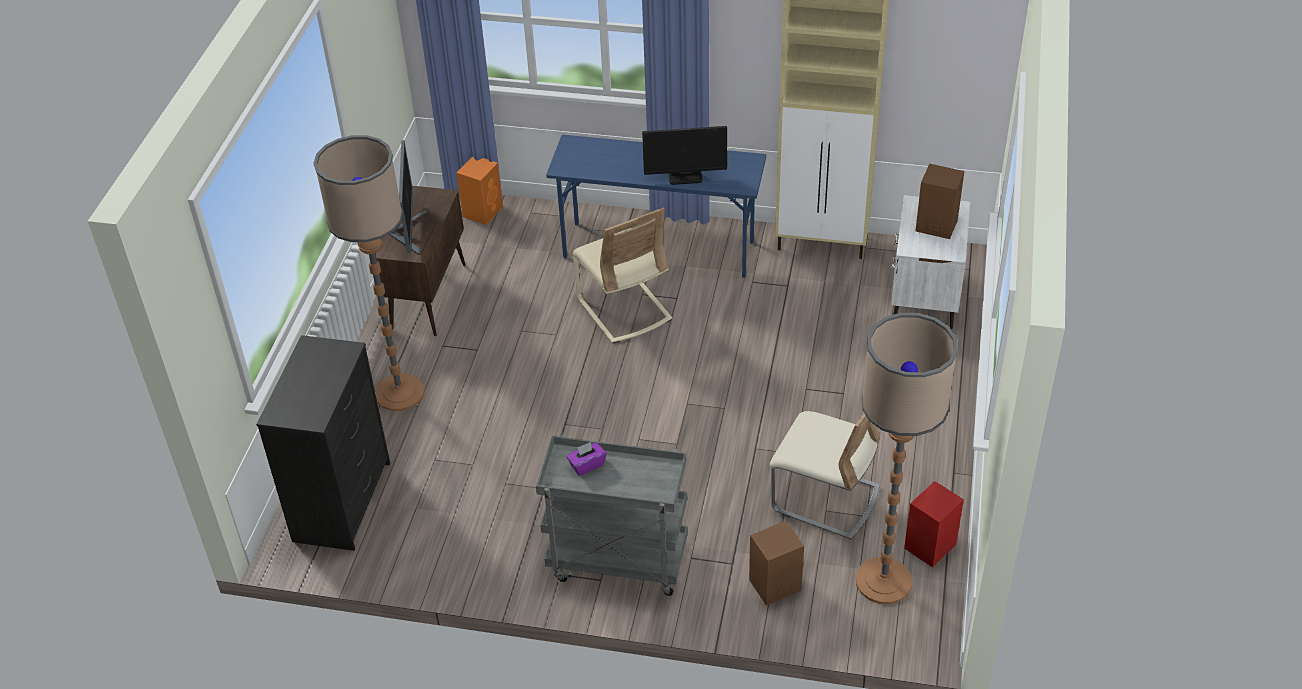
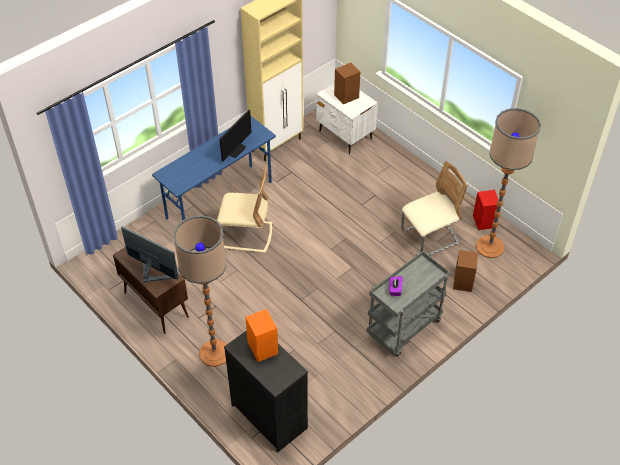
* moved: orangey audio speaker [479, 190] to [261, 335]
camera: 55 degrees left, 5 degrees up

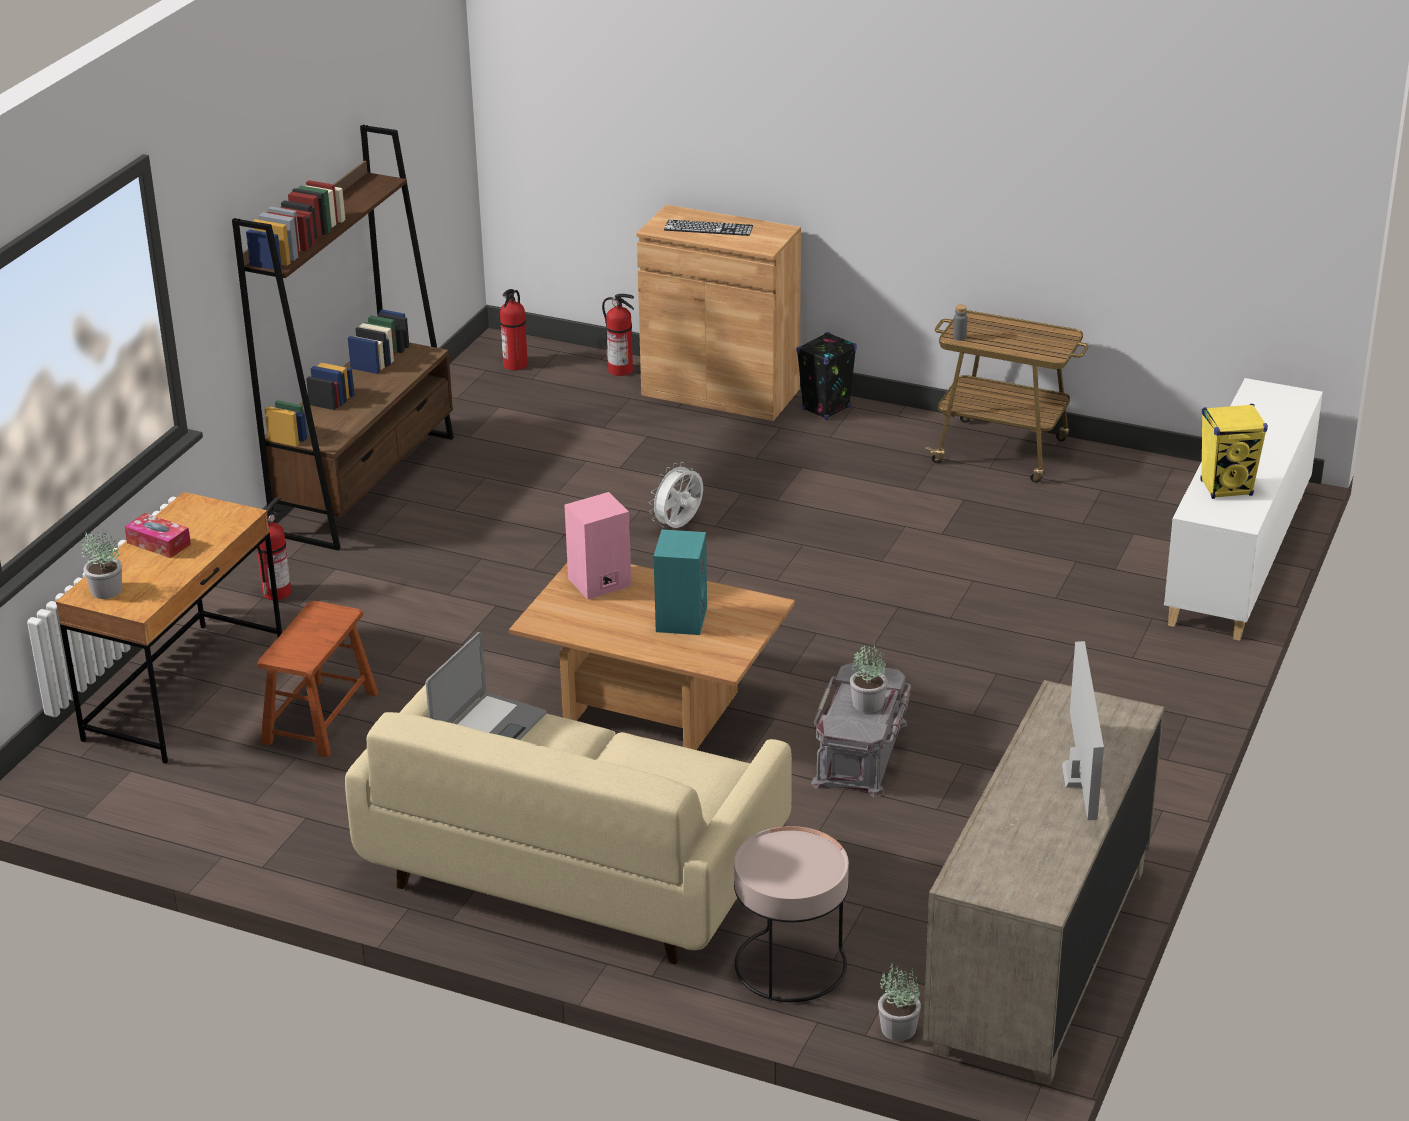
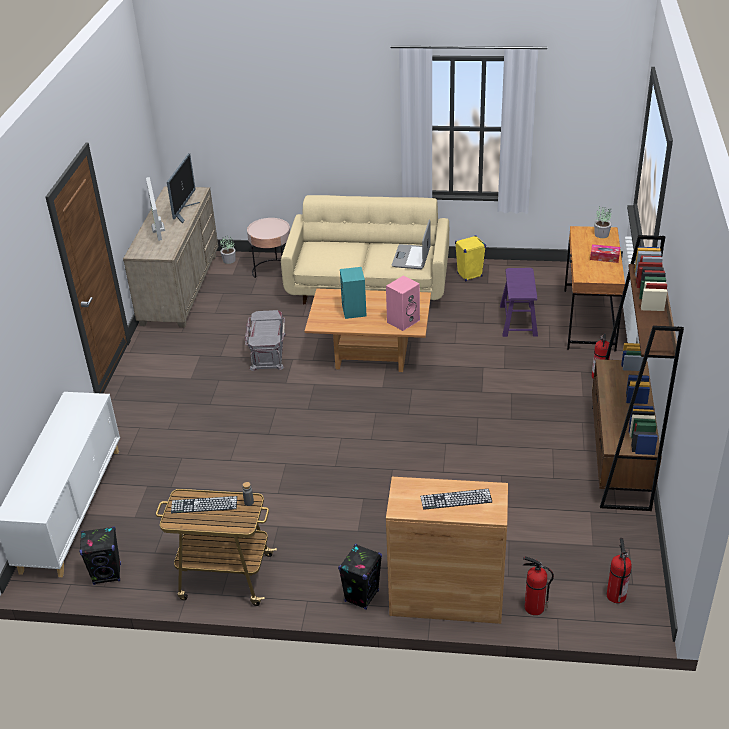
* removed: whitish electric fan [676, 495]
* removed: plant in a pot [868, 677]
* added: blackish audio speaker [100, 556]
* added: monitor [183, 188]
* added: keyboard [204, 504]
* moved: yellow audio speaker [1234, 451] to [470, 258]
* recoloured: brownish stool seat [318, 679] to purplish stool seat [519, 302]
camera: 165 degrees right, 5 degrees up

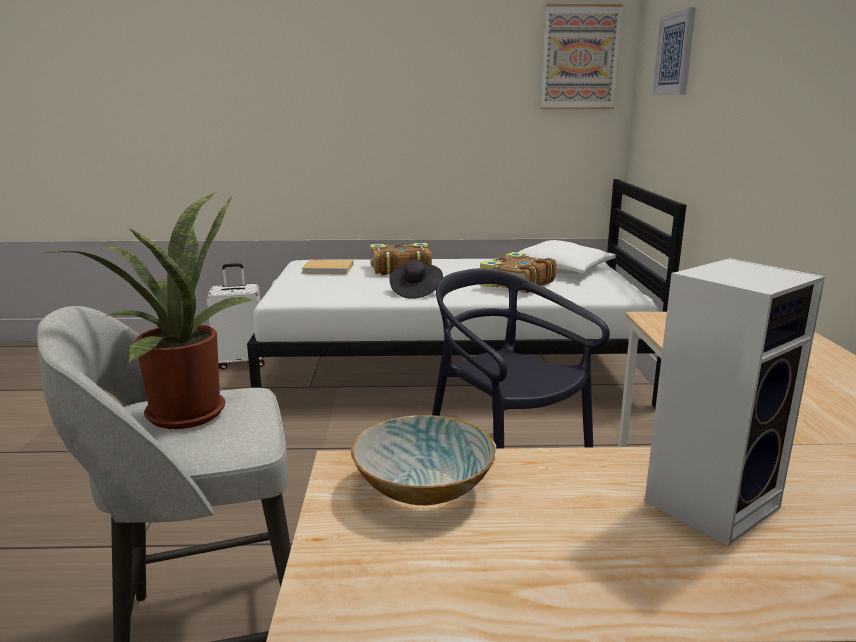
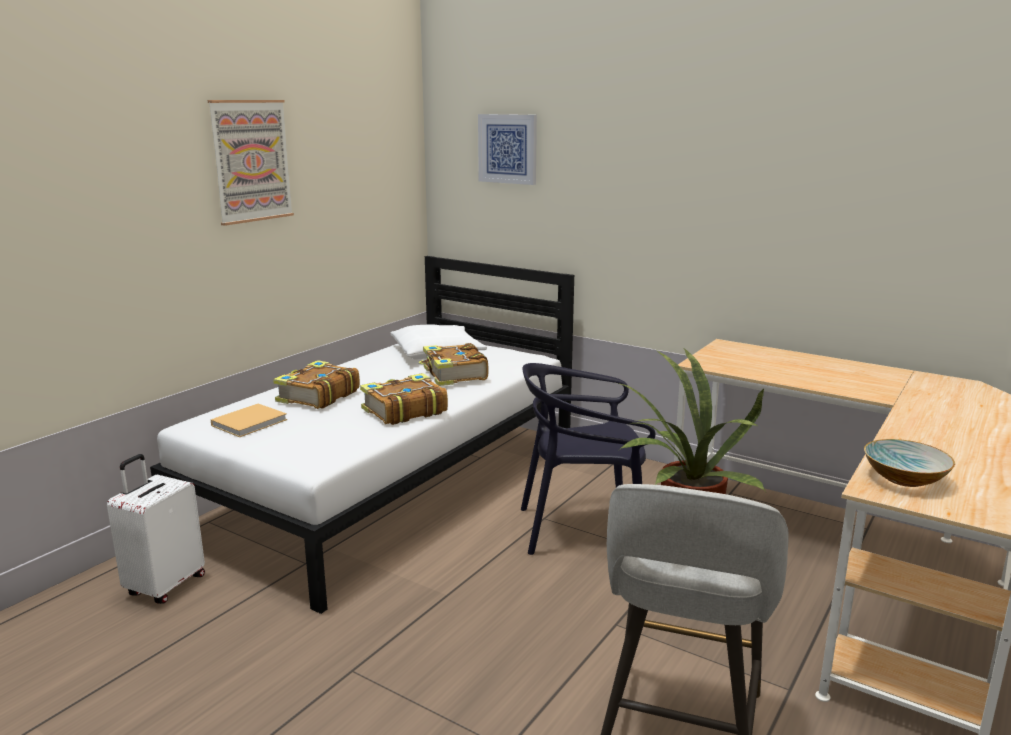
* removed: audio speaker [735, 402]
* moved: wall picture [581, 56] to [251, 163]
* replaced: blackish wearable hat [416, 279] to book [404, 399]
camera: 55 degrees left, 0 degrees up

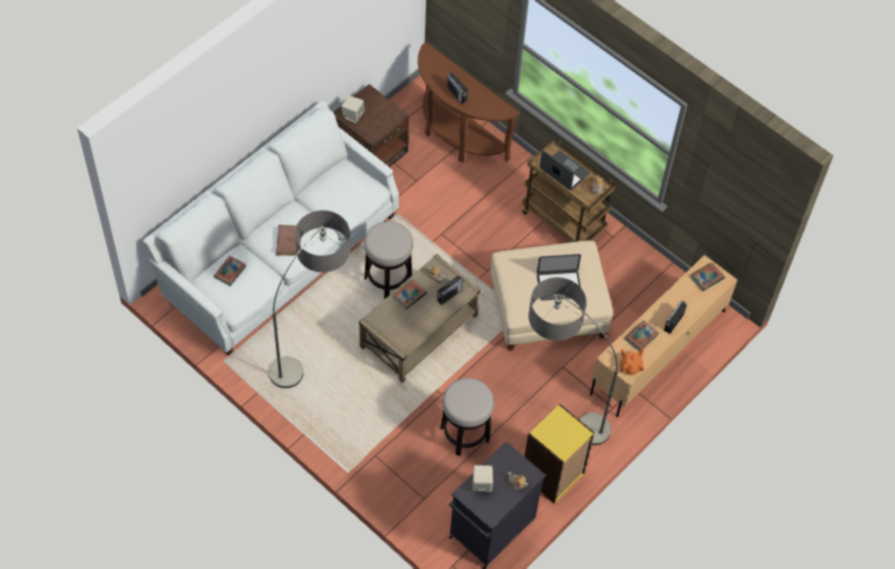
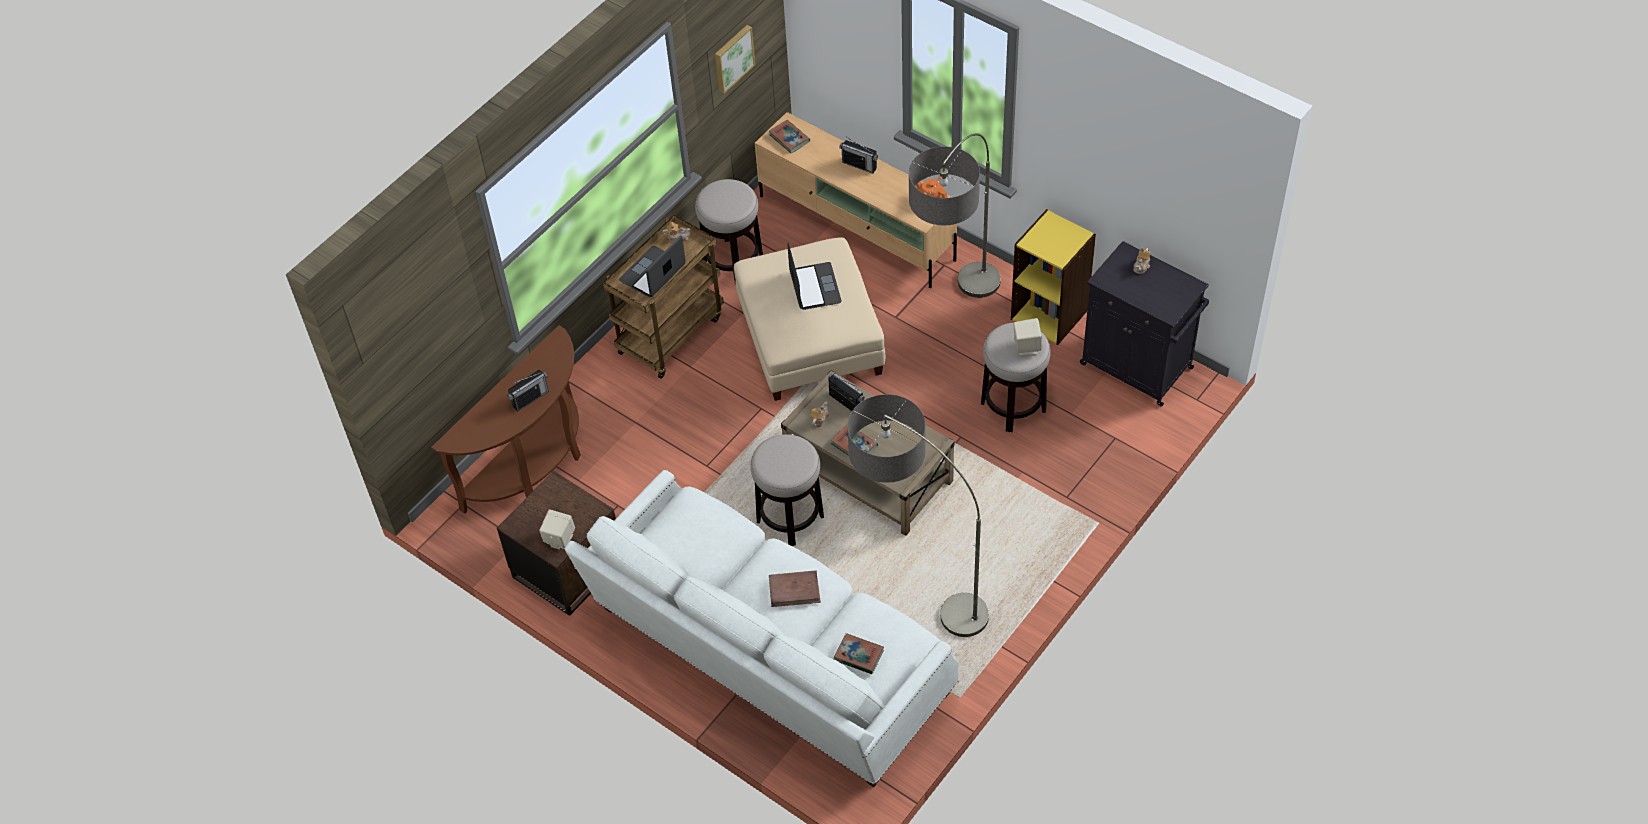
* removed: book [642, 336]
* added: stool seat [729, 232]
* added: wall picture [735, 59]
* moved: beige audio speaker [482, 478] to [1027, 336]
camera: 90 degrees left, 5 degrees down

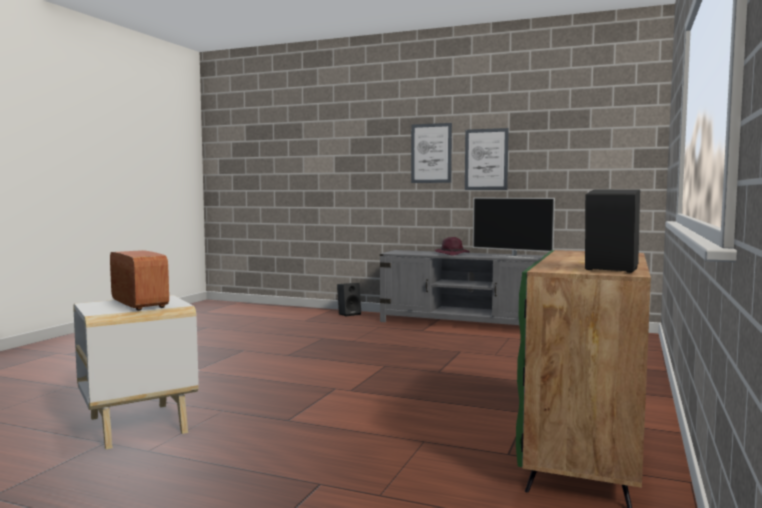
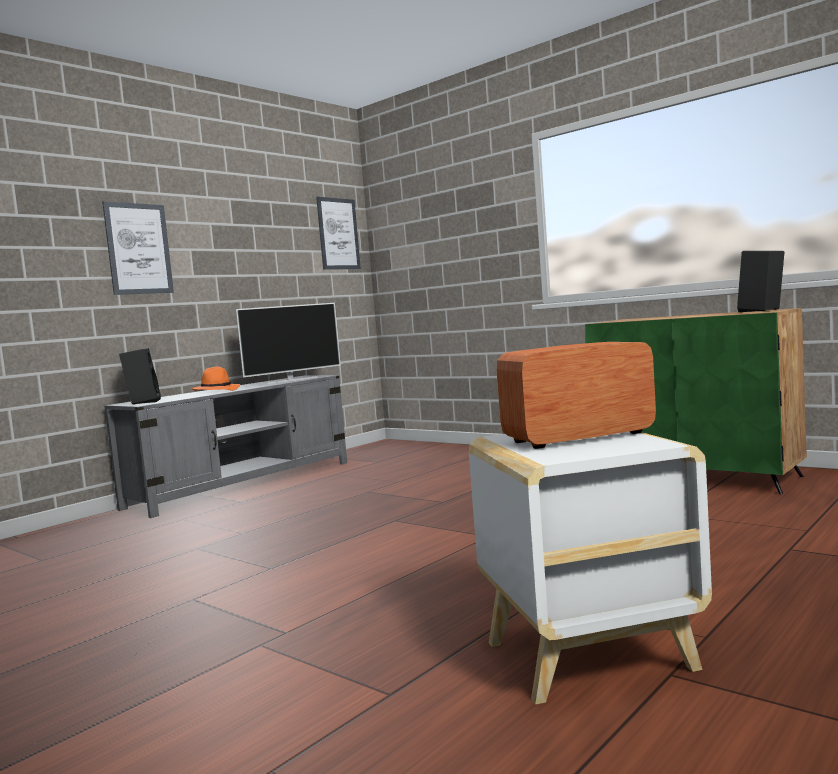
* moved: blackish audio speaker [349, 300] to [140, 376]
* moved: wall picture [487, 159] to [338, 233]
* recoloured: purplish wearable hat [452, 246] to orangey wearable hat [215, 378]
camera: 70 degrees left, 0 degrees up

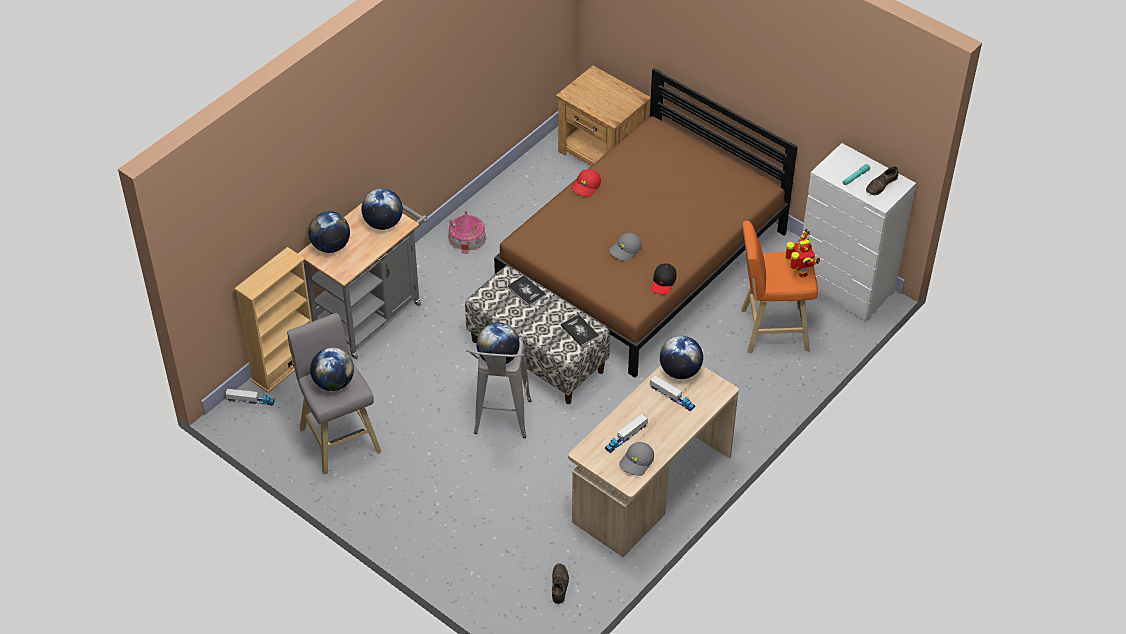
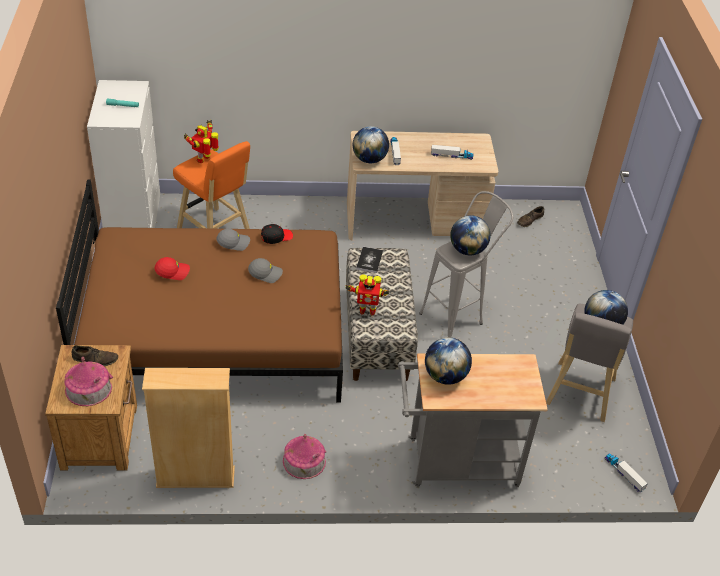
* removed: globe [329, 232]
* added: model house [88, 381]
* moved: beige shelving unit [273, 320] to [188, 428]
* moved: reddish baseball cap [586, 183] to [172, 268]
* moved: gray baseball cap [636, 459] to [233, 240]
* moved: brownish item of footwear [882, 180] to [95, 355]
* replaced: book [526, 291] to robot figure [367, 295]
camera: 135 degrees left, 5 degrees down

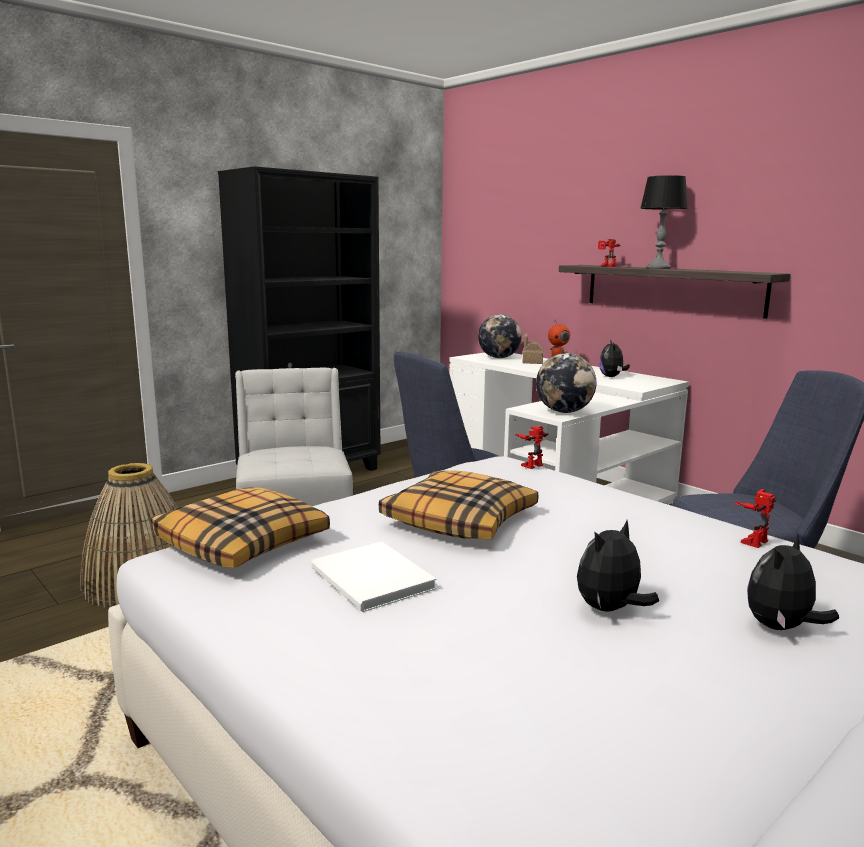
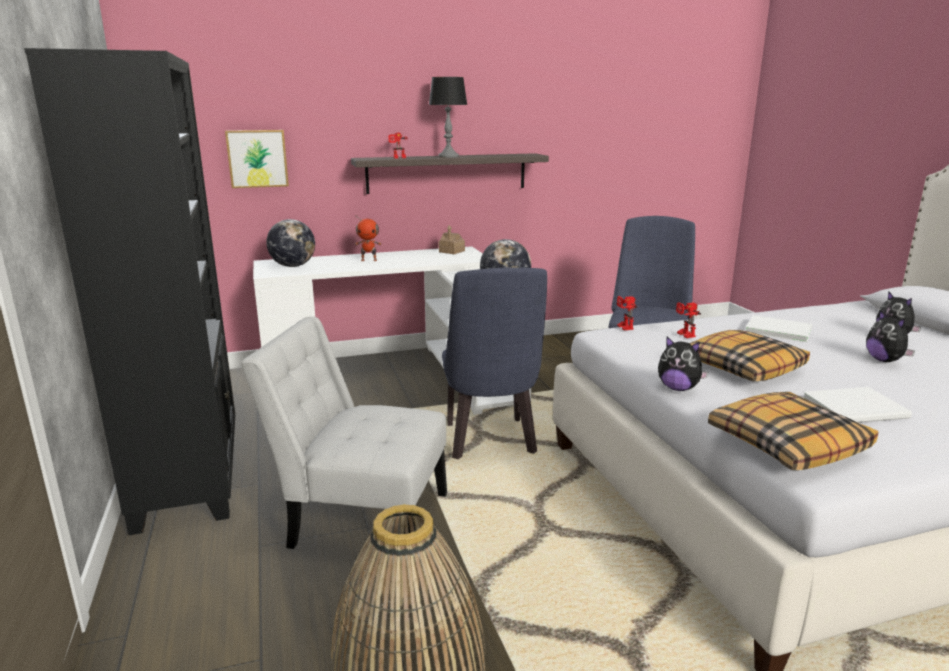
* added: wall picture [257, 159]
* added: whitish book [779, 328]
* moved: model house [533, 348] to [452, 239]
* moved: plush toy [614, 358] to [683, 364]
* moved: robot figure [755, 518] to [688, 320]
camera: 65 degrees left, 5 degrees up

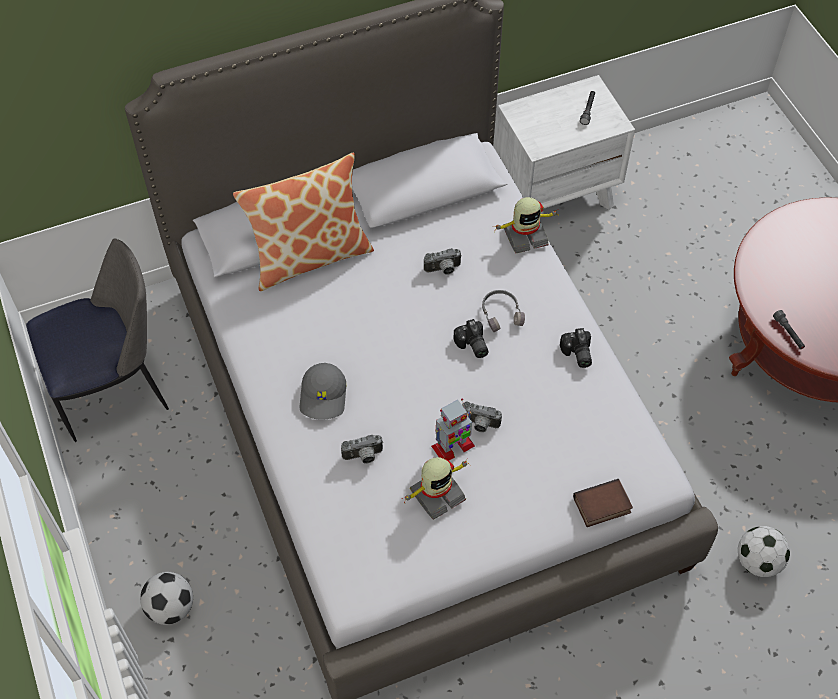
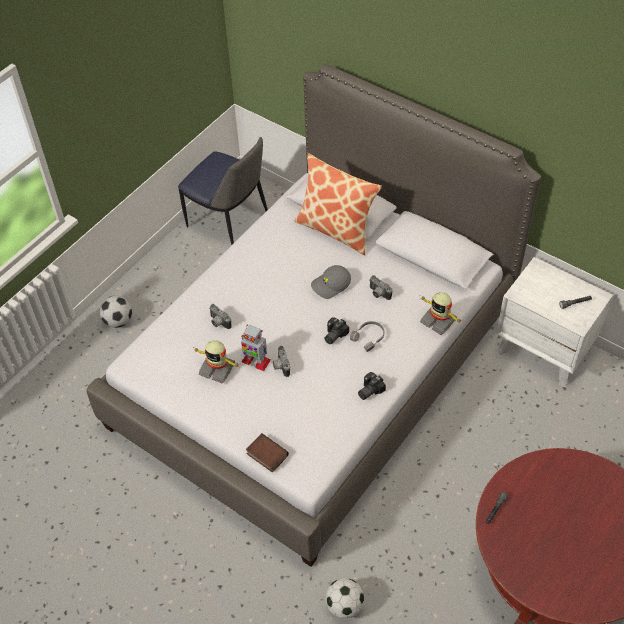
* moved: gray baseball cap [323, 391] to [331, 282]
camera: 60 degrees right, 5 degrees down

